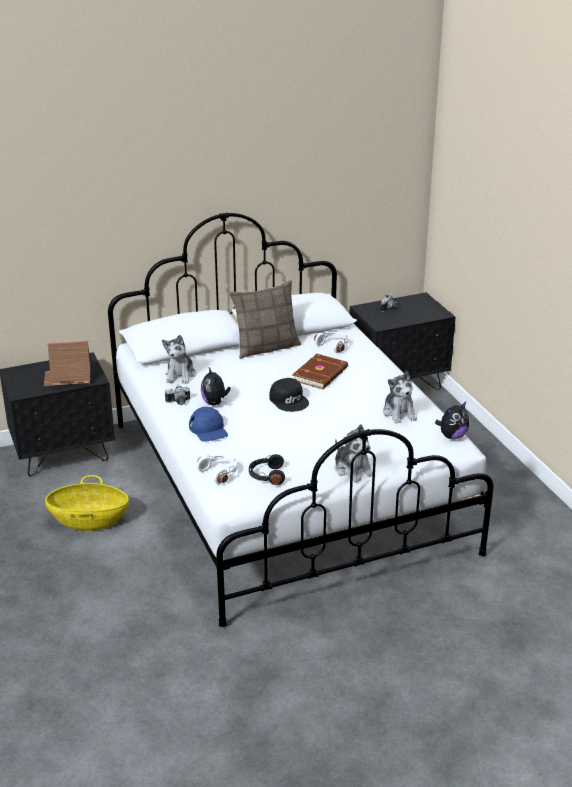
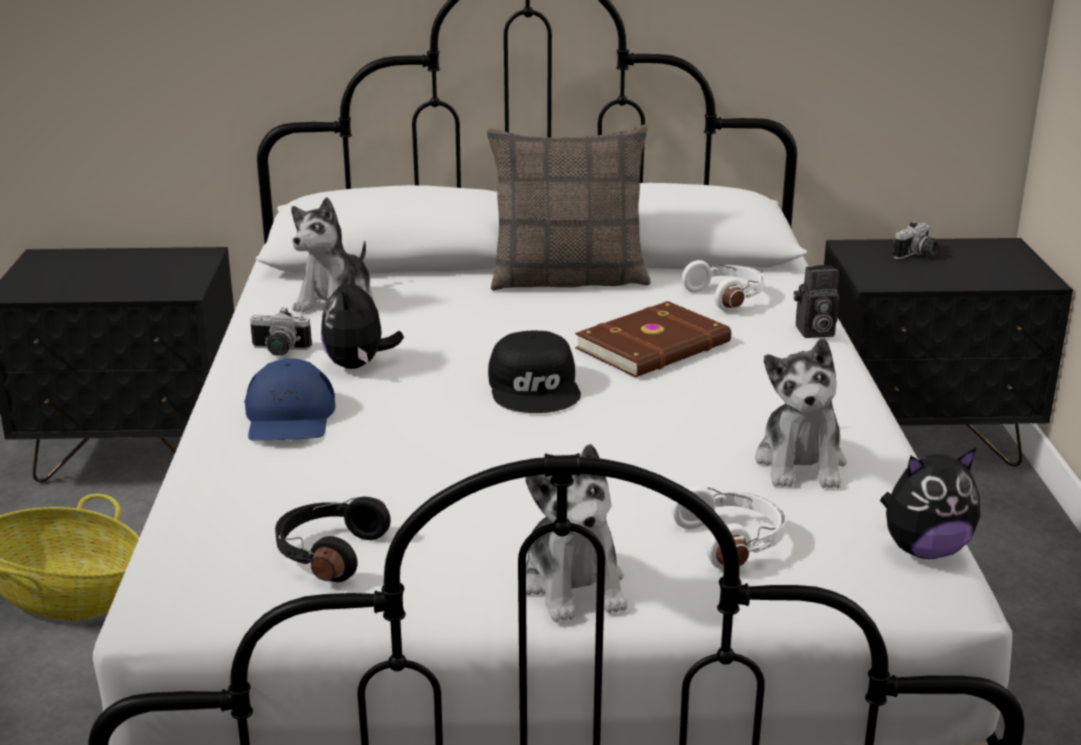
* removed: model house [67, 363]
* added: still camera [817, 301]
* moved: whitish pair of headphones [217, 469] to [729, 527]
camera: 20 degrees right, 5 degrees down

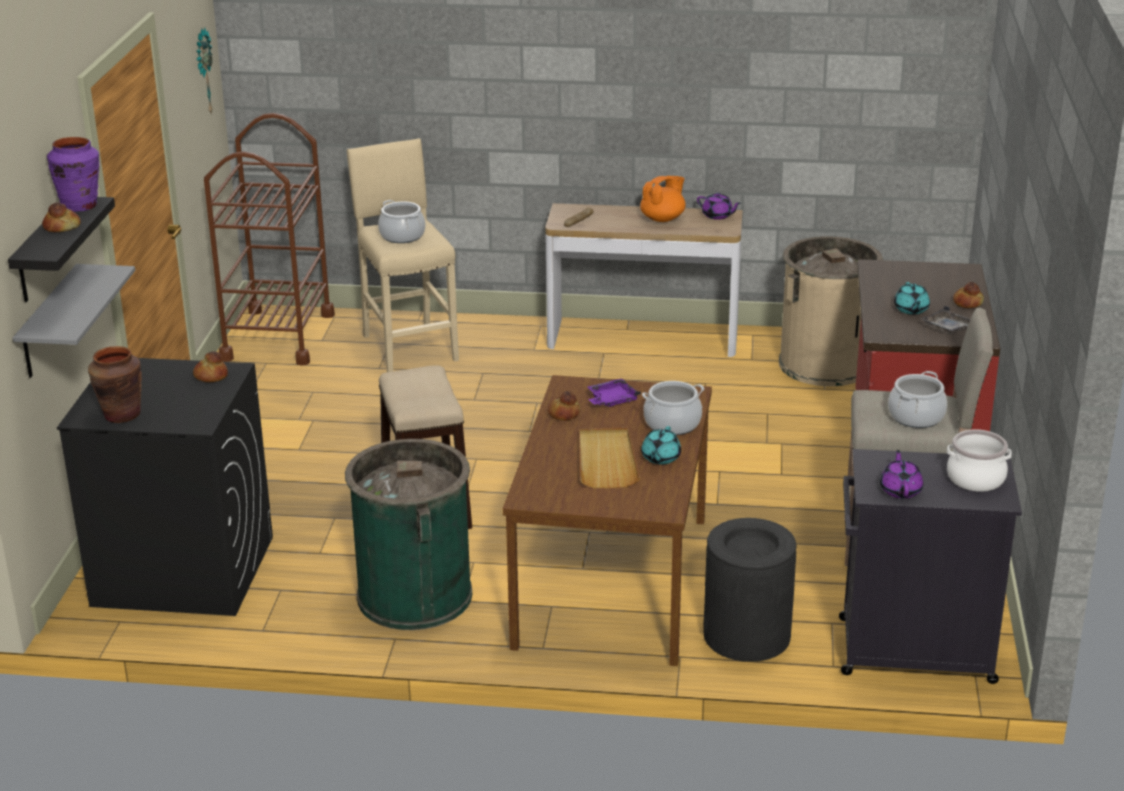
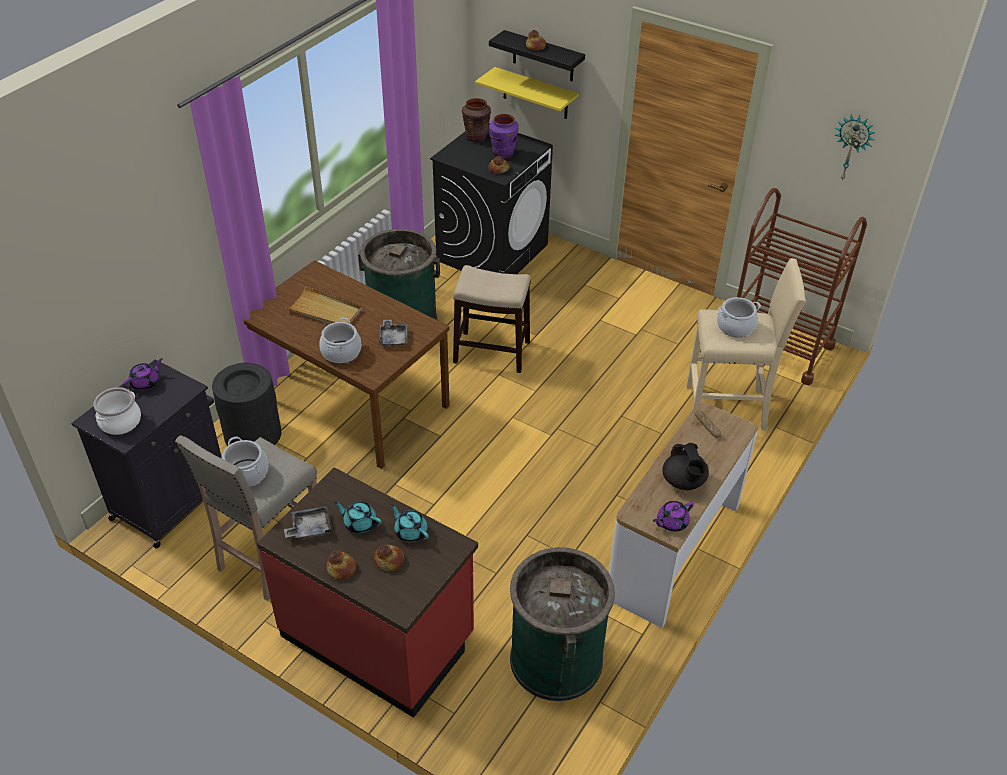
* moved: purplish flower vase [73, 174] to [504, 136]
* moved: baked bread [564, 406] to [389, 558]
* moved: blue-green tea pot [661, 445] to [410, 523]
* recoloured: gray shelf [74, 321] to yellow shelf [527, 93]
* recoloured: purplish serving tray [614, 392] to gray serving tray [393, 333]
* recoloured: orangey tea pot [663, 199] to blackish tea pot [685, 466]
* recoloured: beige rubbish bin [831, 311] to green-coloured rubbish bin [562, 624]
* turned: purplish tea pot [901, 474] = [143, 374] 75 degrees counterclockwise
camera: 115 degrees right, 15 degrees up

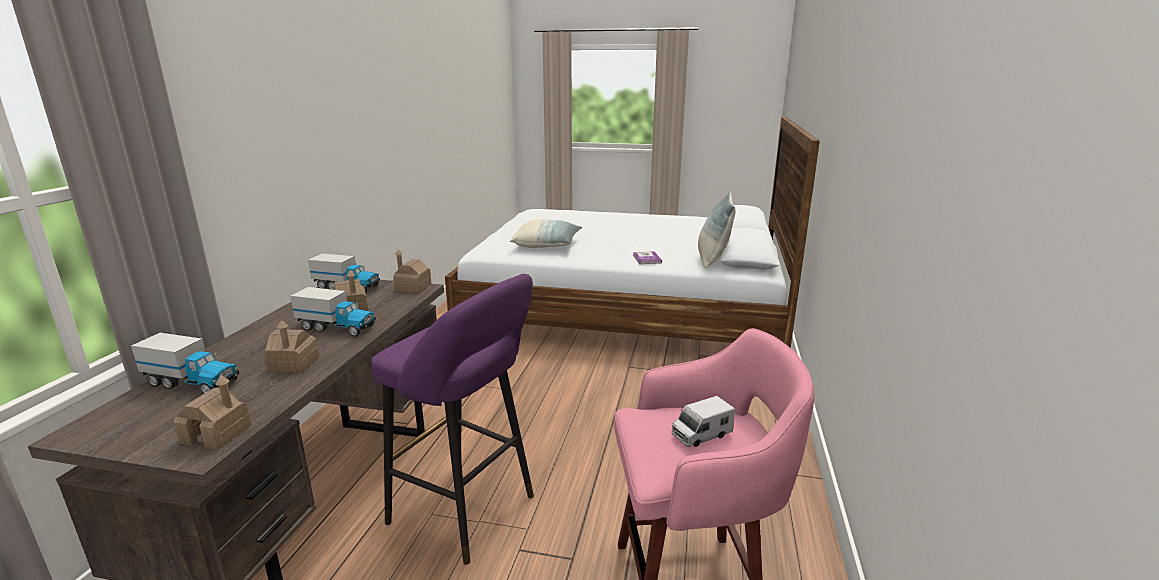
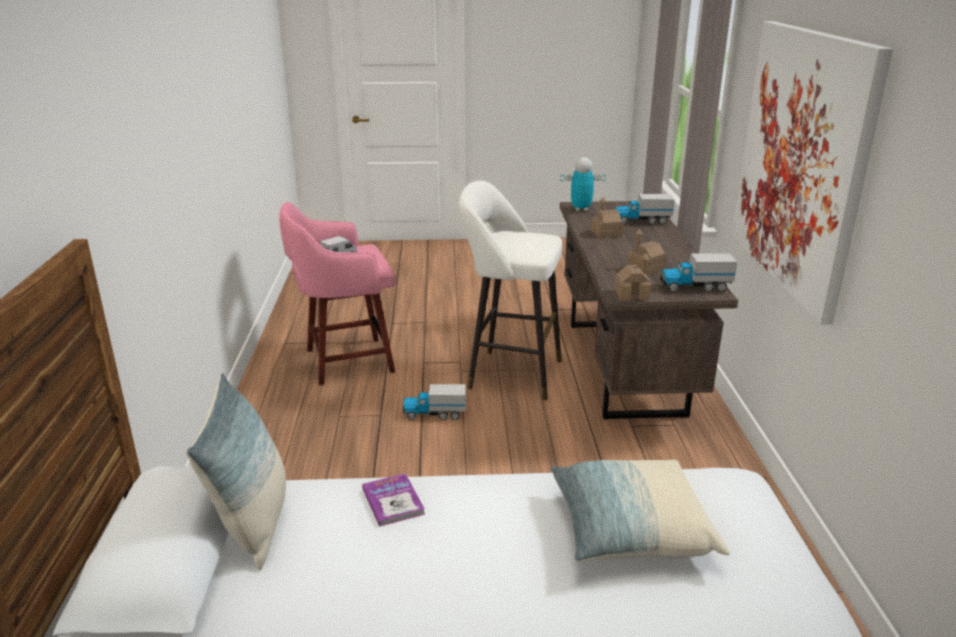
* added: wall picture [812, 173]
* moved: toy truck [333, 312] to [434, 402]
* replaced: model house [212, 412] to robot figure [583, 184]
* recoloured: purplish stool seat [452, 419] to whitish stool seat [510, 290]
camera: 165 degrees right, 5 degrees up

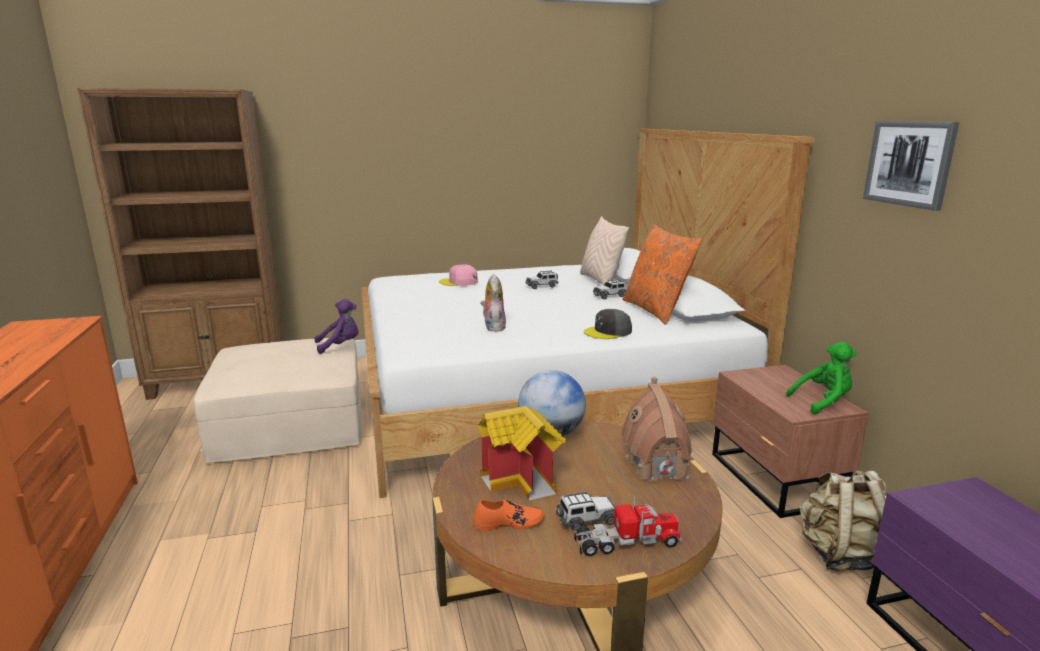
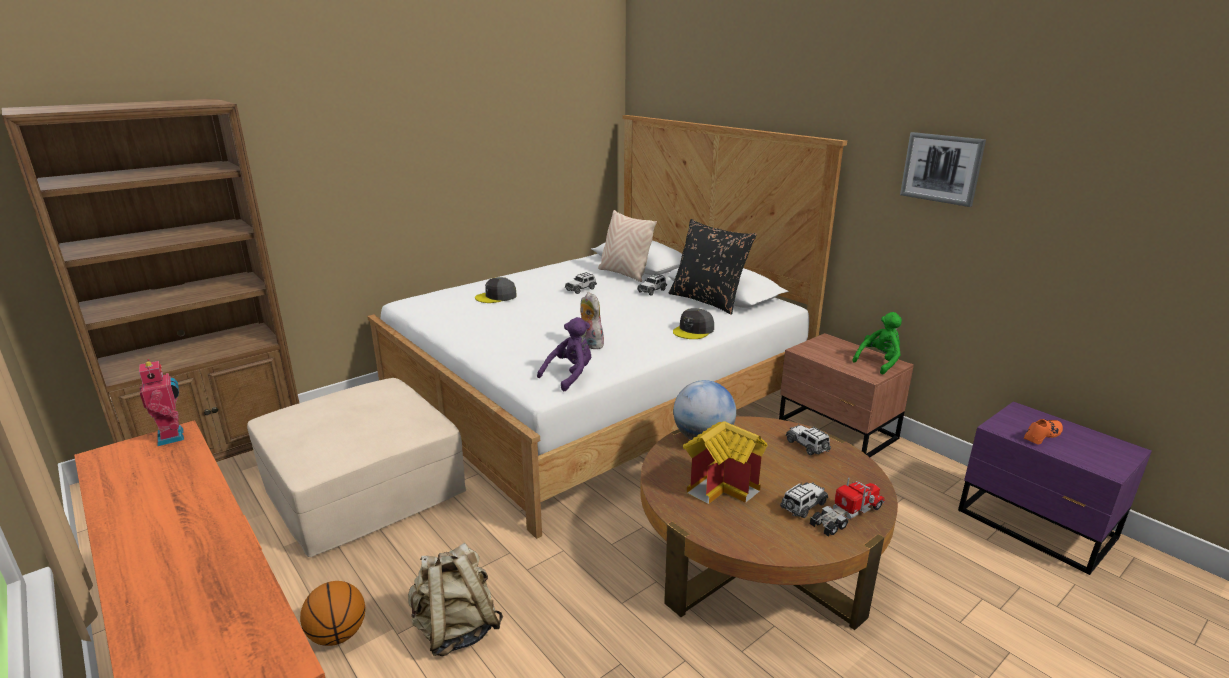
* added: robot figure [161, 402]
* added: basketball ball [332, 613]
* moved: purplish plush toy [336, 326] to [564, 354]
* moved: orangey item of footwear [508, 515] to [1043, 432]
* moved: beige knapsack [843, 520] to [455, 599]
* replaced: model house [656, 429] to toy car [808, 439]
* recoloured: pink baseball cap [458, 275] to gray baseball cap [496, 290]
* recoloured: orangey pillow [663, 274] to blackish pillow [713, 267]
camera: 25 degrees left, 5 degrees up

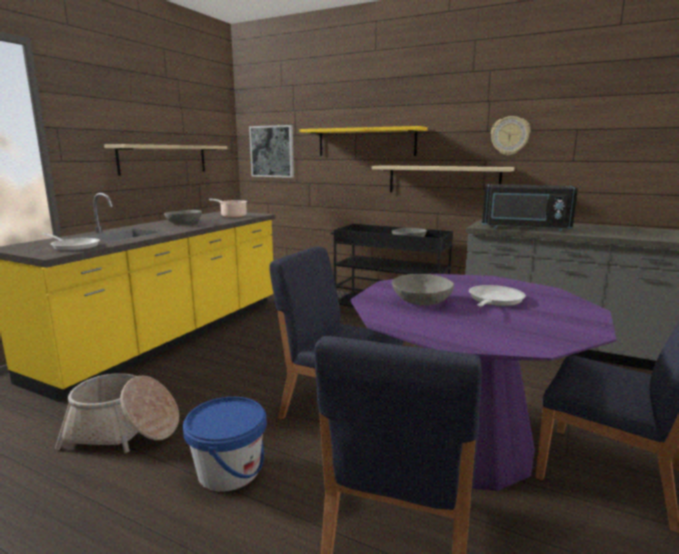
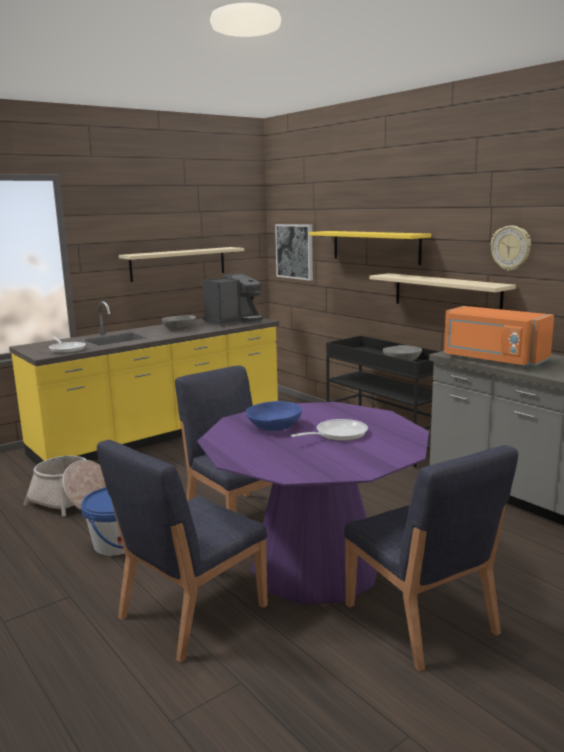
* replaced: stockpot [228, 208] to coffee maker [232, 299]
* recoloured: gray bowl [423, 290] to blue bowl [274, 416]
* recoloured: blackish kitchen microwave [530, 207] to orangey kitchen microwave [499, 337]
camera: 25 degrees right, 0 degrees up

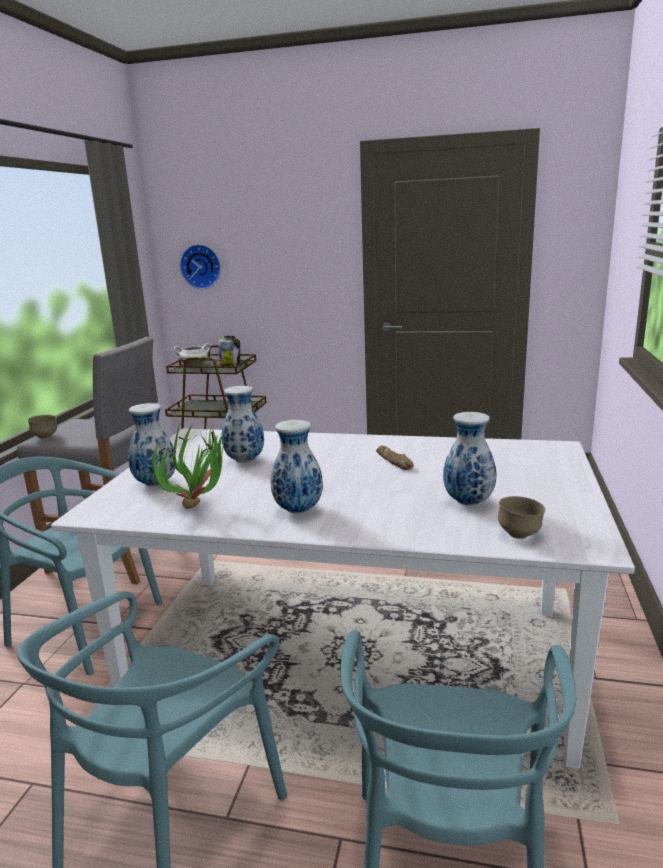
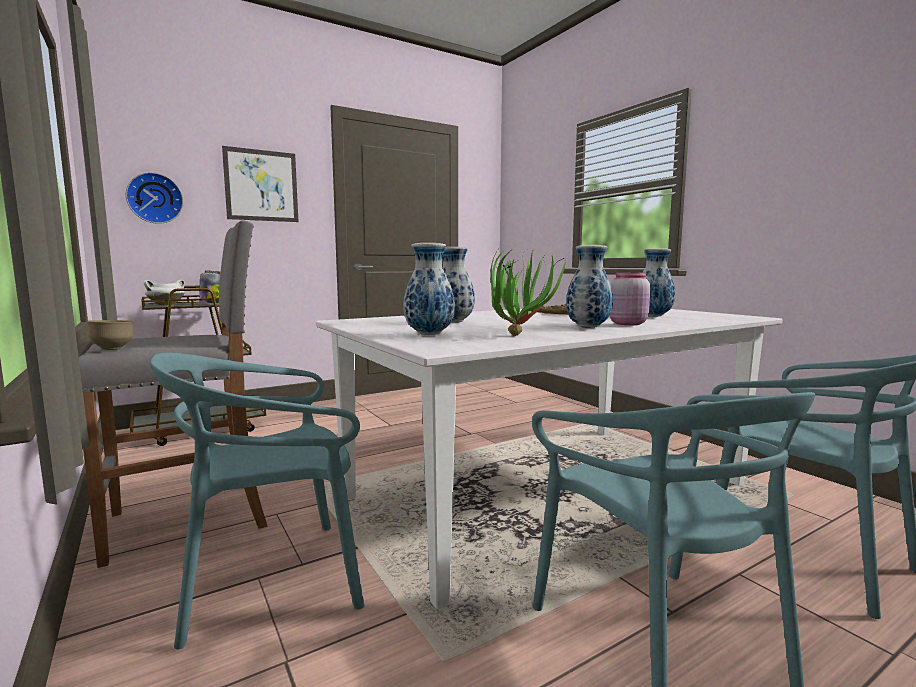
* removed: brownish bowl [521, 517]
* added: wall picture [260, 184]
* added: pink jar [630, 298]
camera: 45 degrees left, 10 degrees down

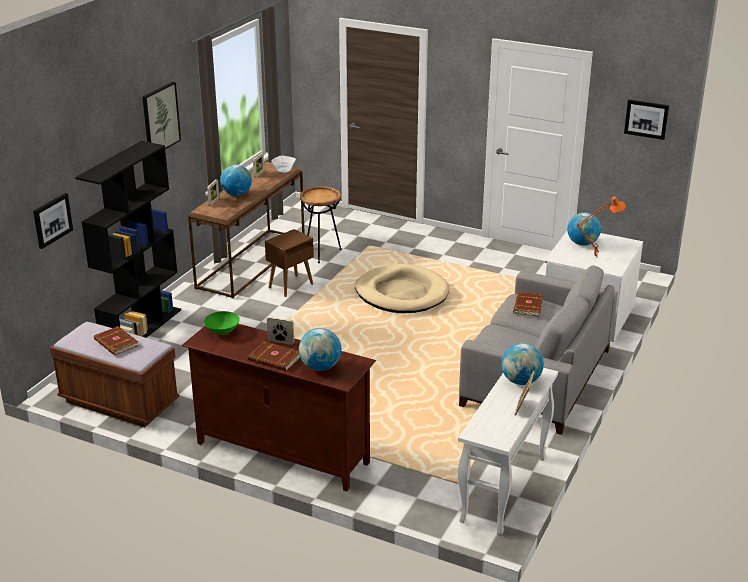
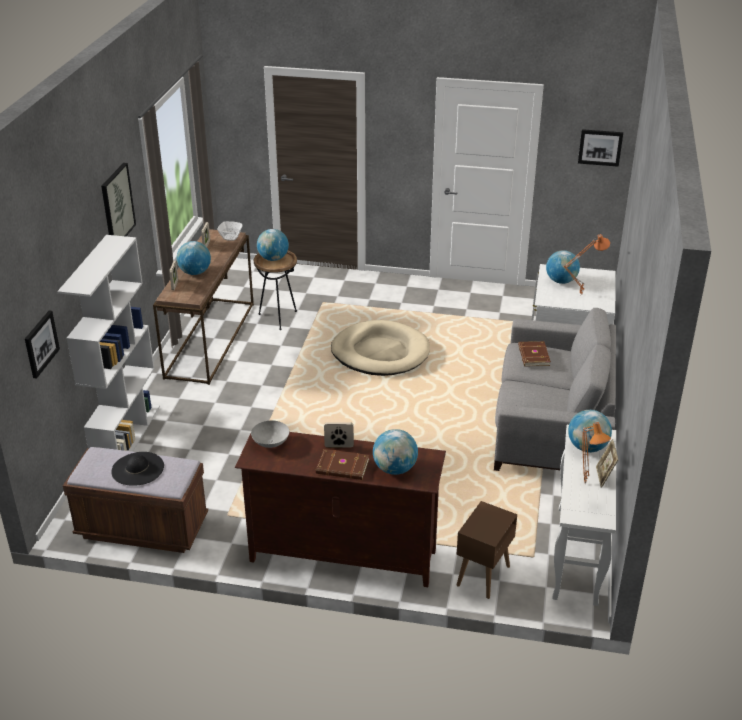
* added: globe [273, 245]
* added: orangey table lamp [596, 453]
* moved: brownish accent table [289, 263] to [487, 550]
* replaced: brownish book [116, 341] to blackish wearable hat [137, 469]
* recoloured: blackish shelving unit [128, 239] to whitish shelving unit [108, 343]
* recoloured: green-coloured bowl [222, 322] to gray bowl [270, 434]
camera: 15 degrees left, 5 degrees up

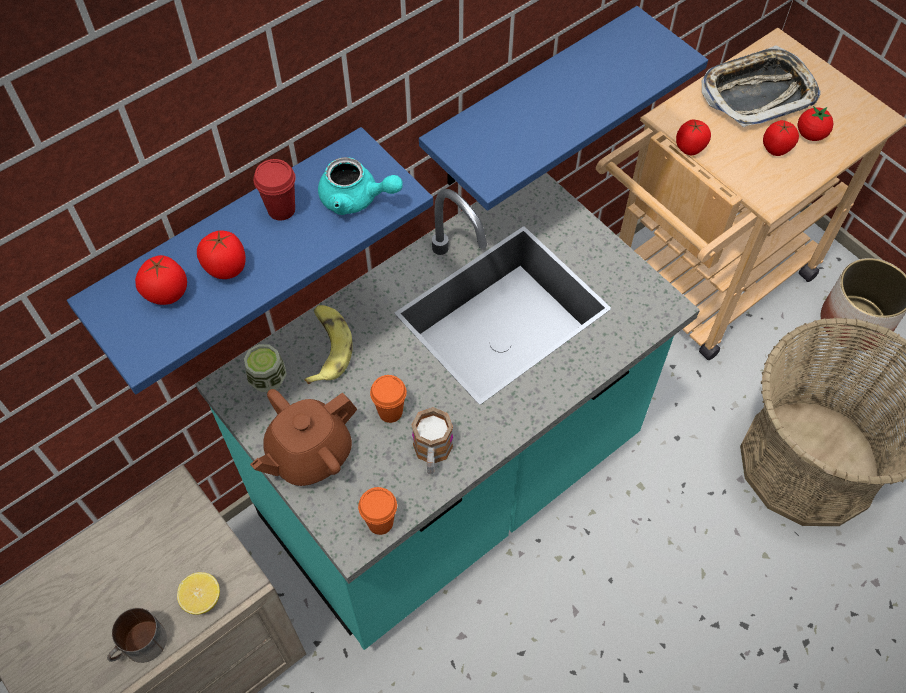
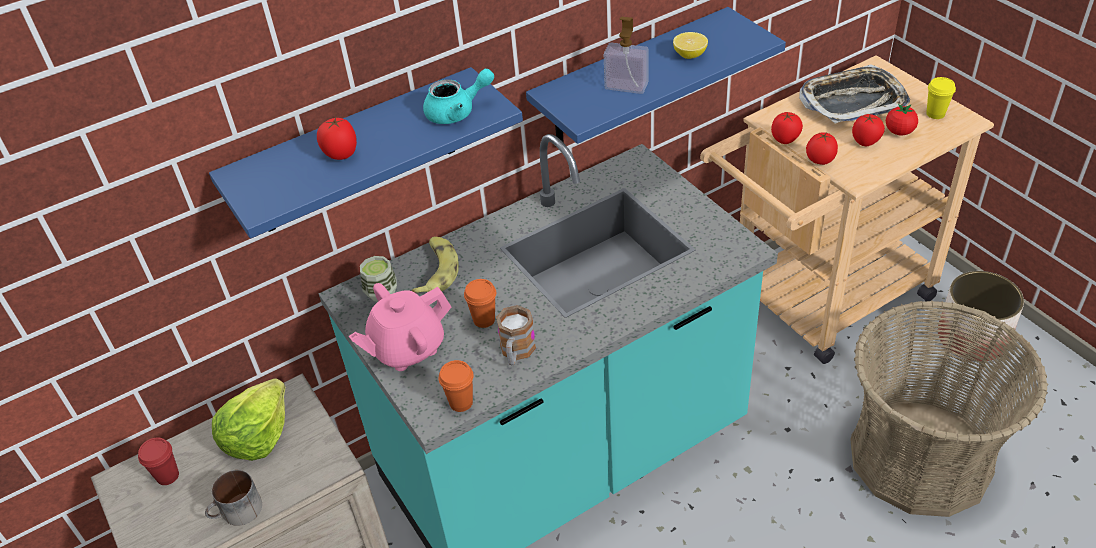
* added: lettuce [248, 419]
* added: soap dispenser [626, 55]
* added: yellow small cup [941, 98]
* moved: whole tomato [161, 280] to [822, 148]
* moved: citrus fruit [198, 593] to [690, 45]
* moved: reddish small cup [275, 190] to [158, 461]
* recoloured: brownish tea pot [304, 437] to pink tea pot [400, 327]
* turned: blue-green tea pot [360, 186] = [458, 96] 45 degrees counterclockwise
camera: 10 degrees right, 15 degrees down

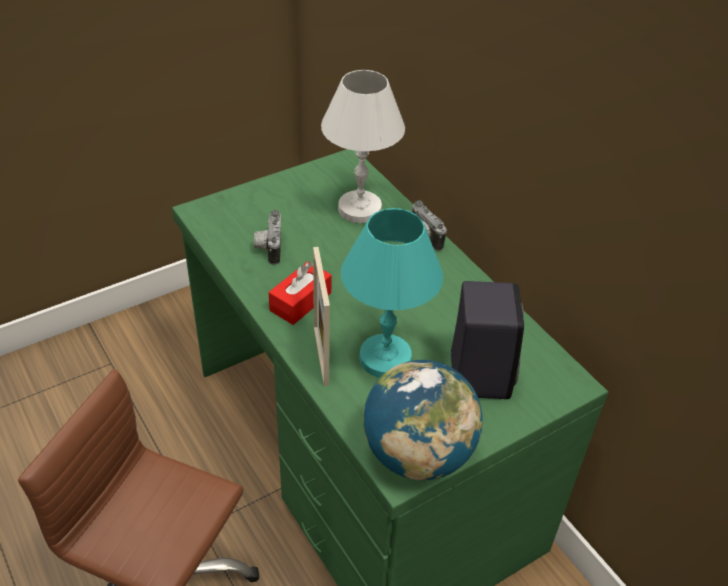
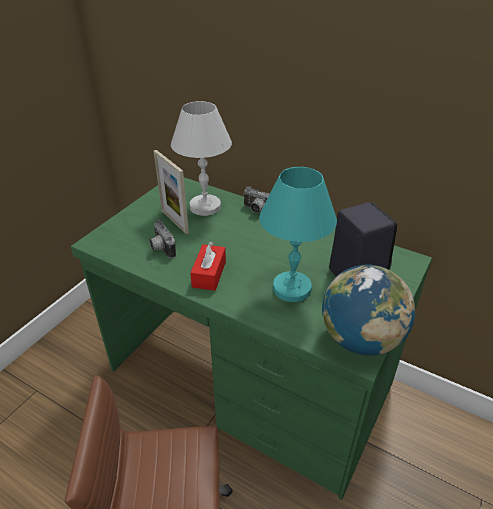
* moved: photo frame [321, 316] to [171, 192]
camera: 25 degrees left, 5 degrees down

